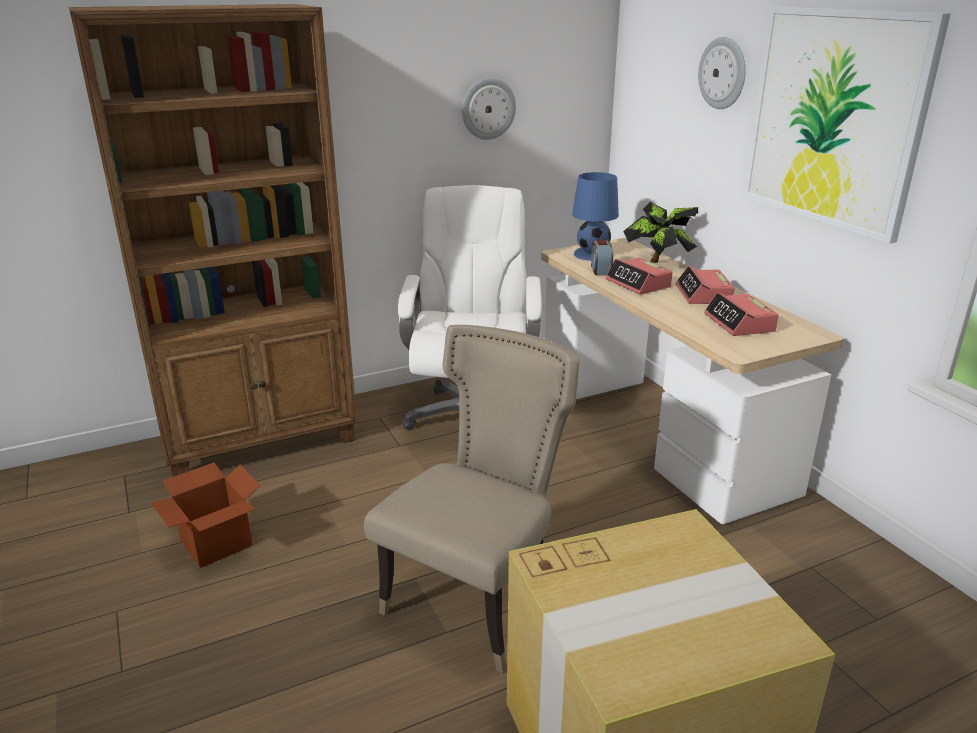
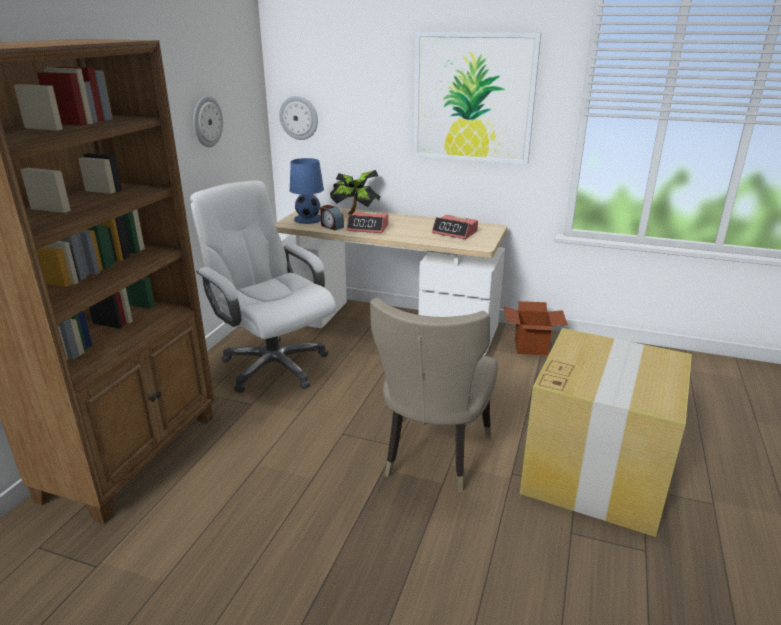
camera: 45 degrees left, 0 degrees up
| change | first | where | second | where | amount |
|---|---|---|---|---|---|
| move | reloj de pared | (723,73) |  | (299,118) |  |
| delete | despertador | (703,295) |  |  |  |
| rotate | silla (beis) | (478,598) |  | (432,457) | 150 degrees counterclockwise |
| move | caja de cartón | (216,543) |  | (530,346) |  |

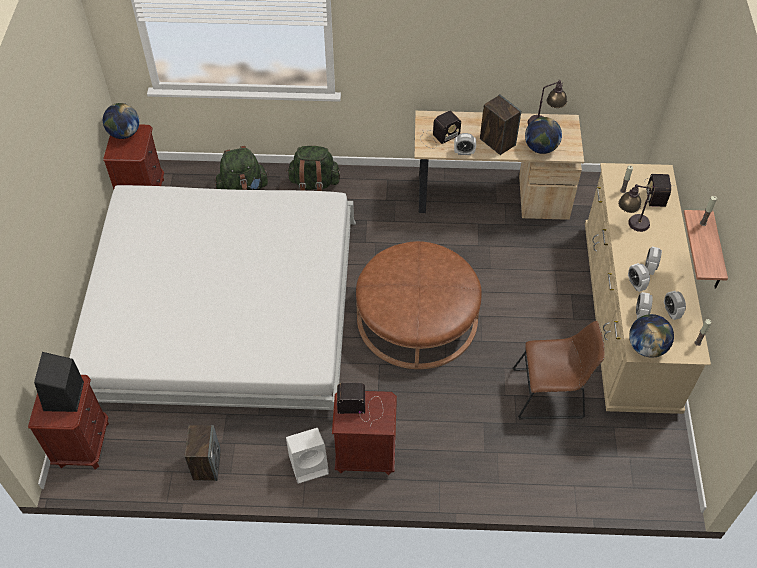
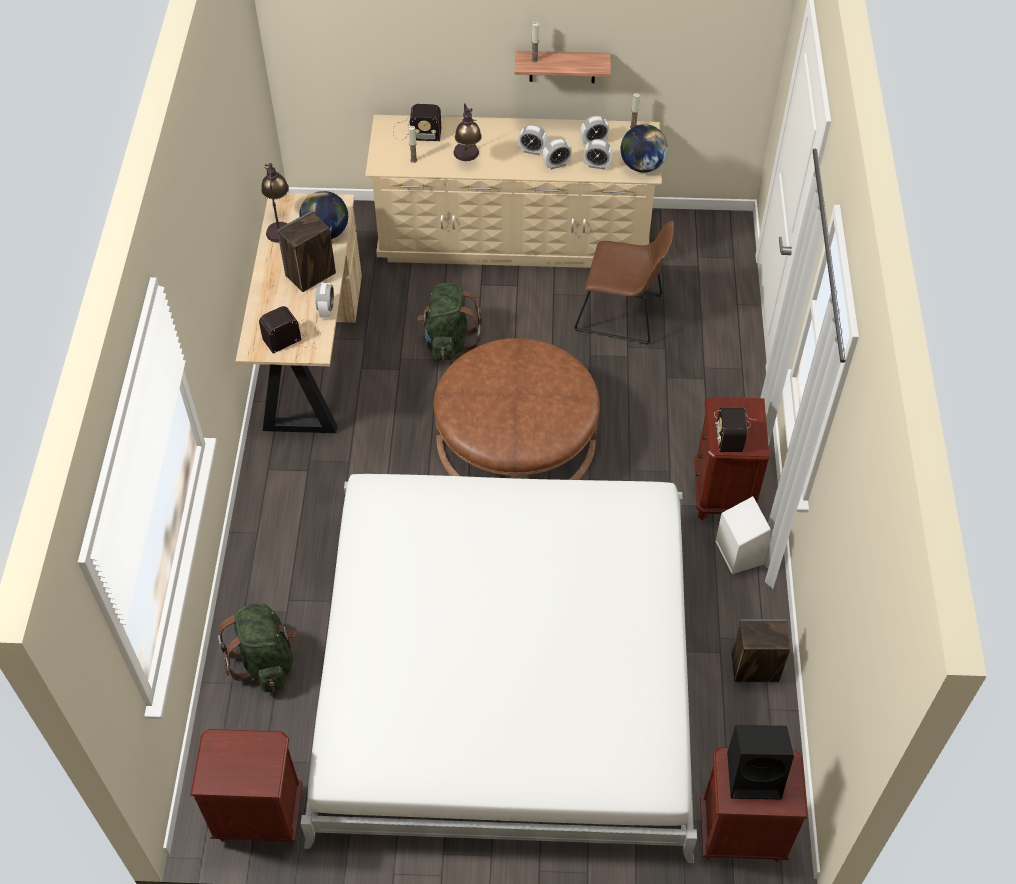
camera: 90 degrees left, 0 degrees up
| change | first | where | second | where | amount |
|---|---|---|---|---|---|
| delete | globo terráqueo | (124,133) |  |  |  |
| rotate | radio | (438,137) |  | (294,336) | 90 degrees counterclockwise |
| move | mochila (verde) | (314,184) |  | (448,341) |  |
| rotate | silla (marrón) | (551,393) |  | (623,314) | 105 degrees clockwise |

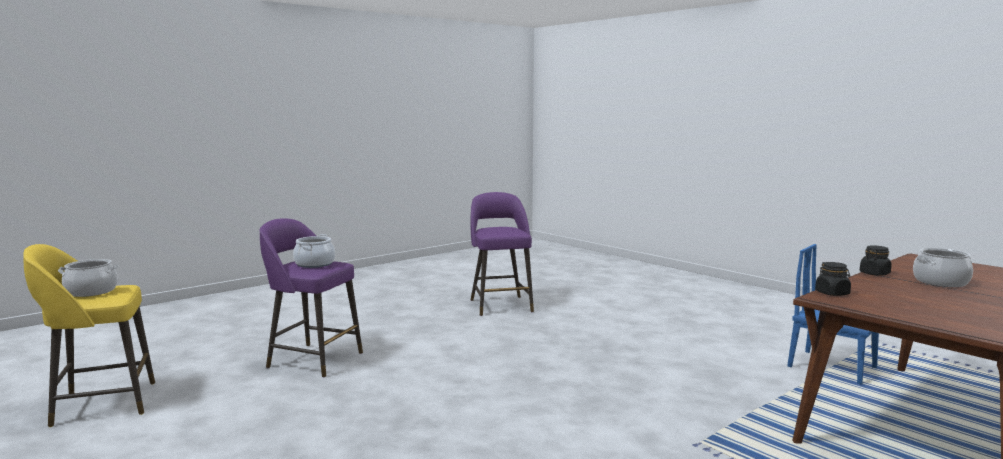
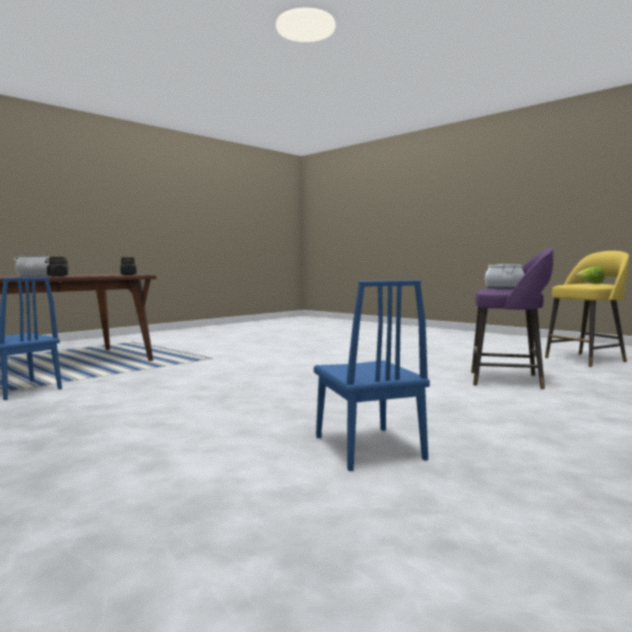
camera: 175 degrees right, 5 degrees down
| change | first | where | second | where | amount |
|---|---|---|---|---|---|
| replace | taburete (morado) | (500,305) | silla (azul) | (368,447) |  |
| replace | olla | (91,291) | lechuga | (590,283) |  |

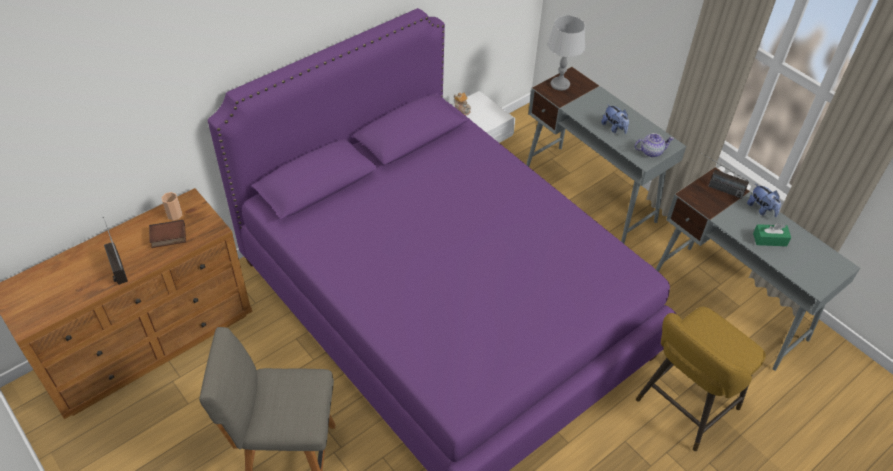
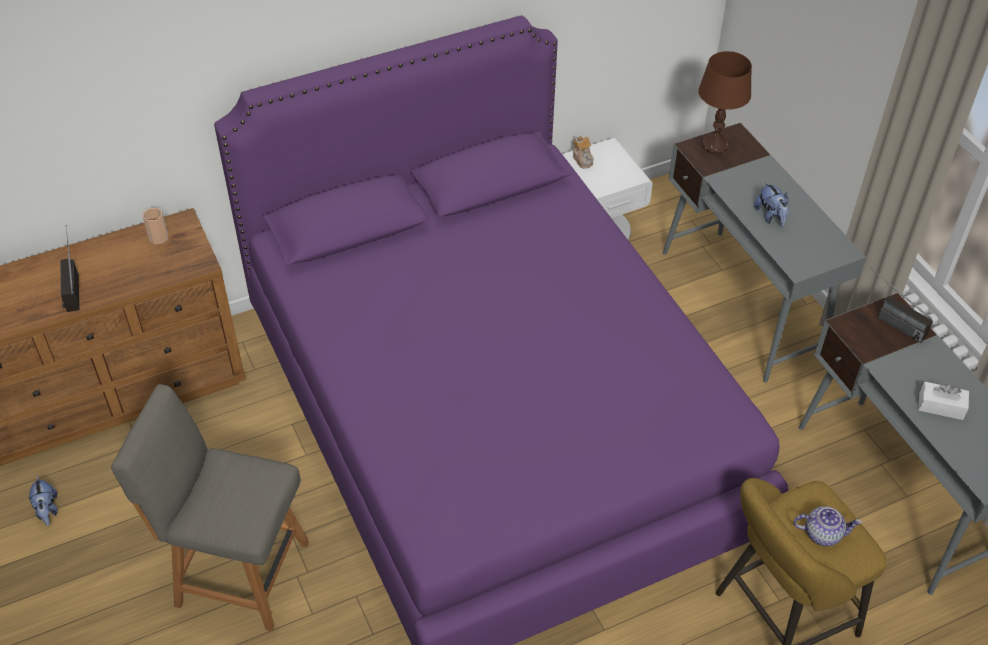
camera: 15 degrees right, 0 degrees up
| change | first | where | second | where | amount |
|---|---|---|---|---|---|
| recolor | lámpara de mesa (gris) | (559,84) | lámpara de mesa (marrón) | (714,144) |  |
| move | tetera | (651,151) |  | (823,533) |  |
| move | peluche | (761,209) |  | (47,510) |  |
| delete | libro | (168,237) |  |  |  |
| recolor | caja de pañuelos (verde) | (769,239) | caja de pañuelos (blanco) | (940,406) |  |

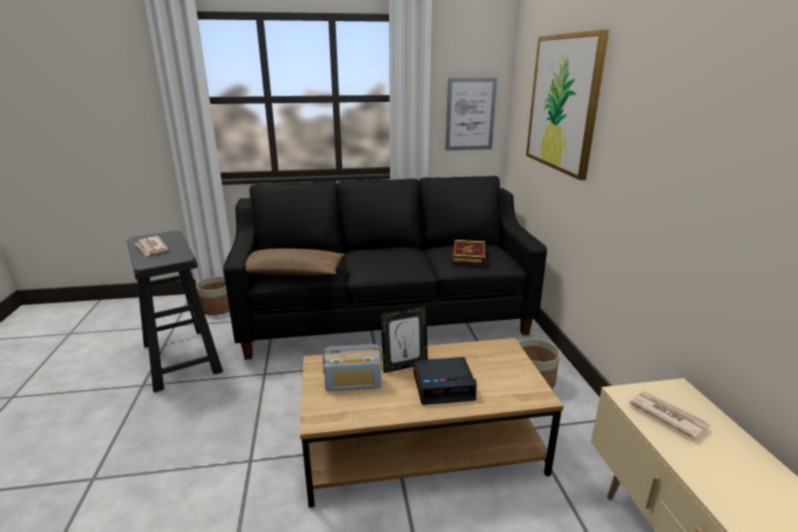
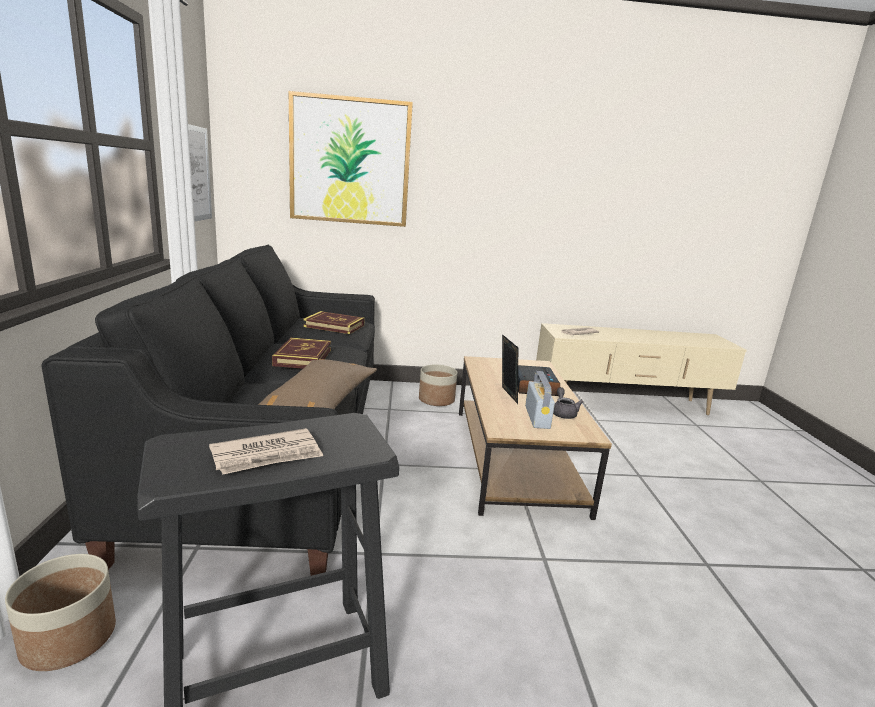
camera: 85 degrees left, 5 degrees down
| change | first | where | second | where | amount |
|---|---|---|---|---|---|
| insert |  |  | libro | (303,357) |  |
| insert |  |  | tetera (gris) | (563,413) |  |

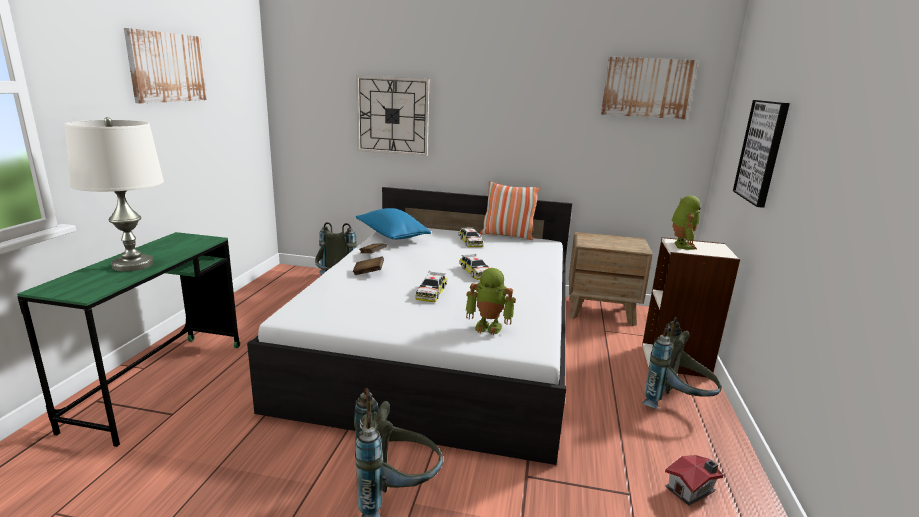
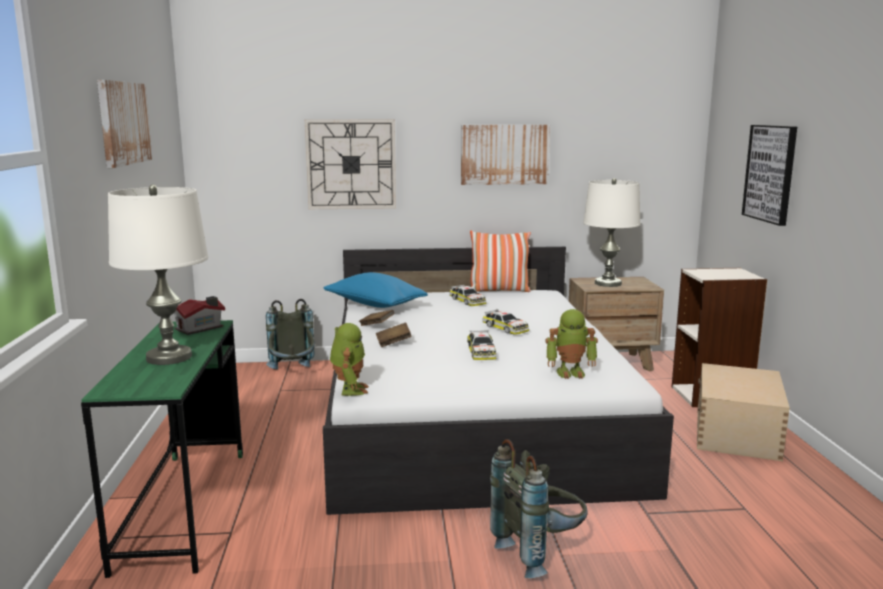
camera: 15 degrees left, 5 degrees down
| change | first | where | second | where | amount |
|---|---|---|---|---|---|
| move | cuadro | (647,88) |  | (504,154) |  |
| move | robot de juguete | (681,245) |  | (349,390) |  |
| replace | mochila (gris) | (676,405) | caja de almacenaje (beis) | (737,433) |  |
| move | casita | (692,490) |  | (200,328) |  |
| insert |  |  | lámpara de mesa (blanco) | (608,283) |  |

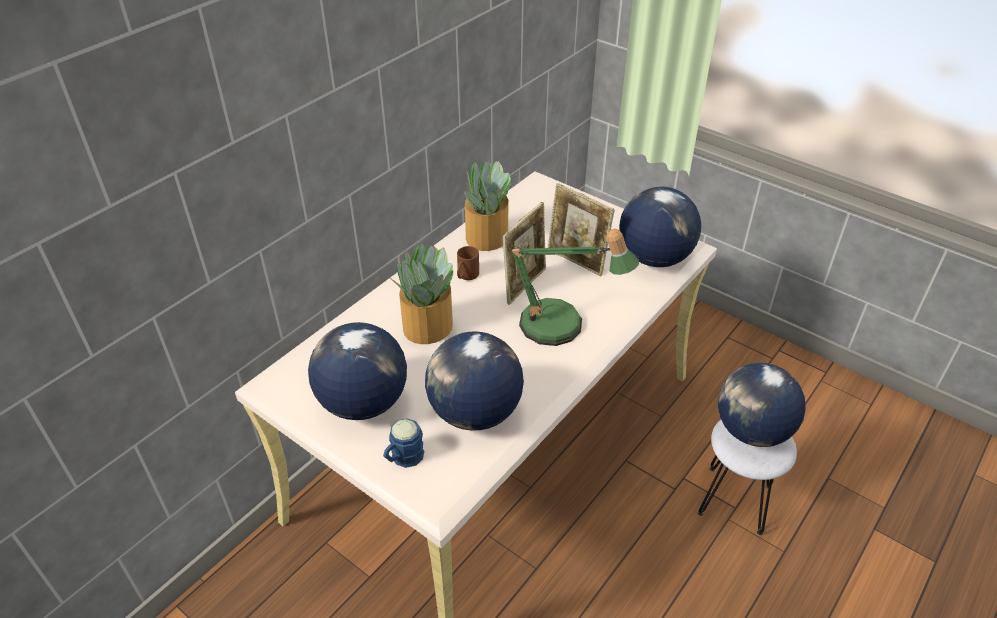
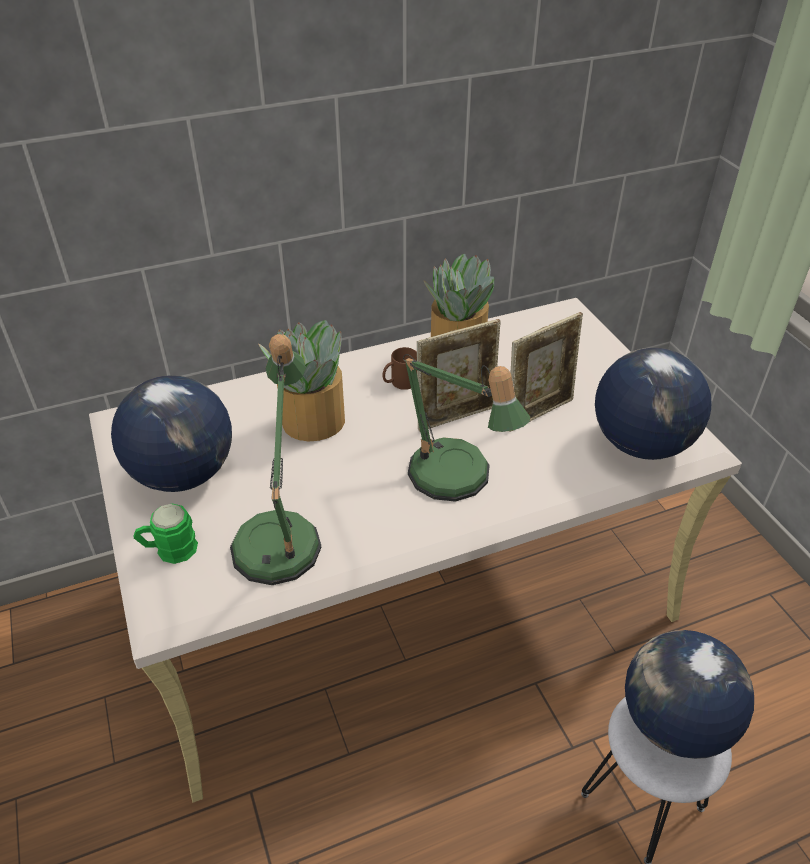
camera: 30 degrees right, 0 degrees up
| change | first | where | second | where | amount |
|---|---|---|---|---|---|
| rotate | portarretratos | (576,261) |  | (539,412) | 105 degrees counterclockwise |
| replace | globo terráqueo | (474,413) | lámpara de mesa | (281,535) |  |
| recolor | taza grande (azul) | (403,458) | taza grande (verde) | (169,550) |  |

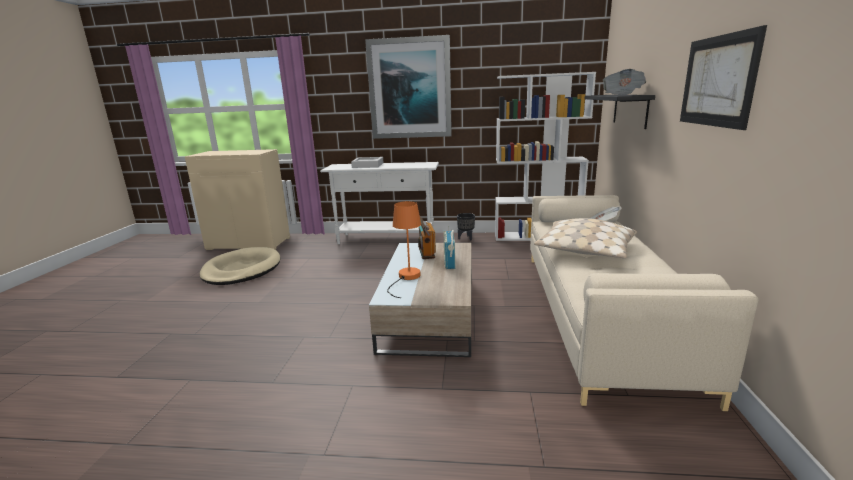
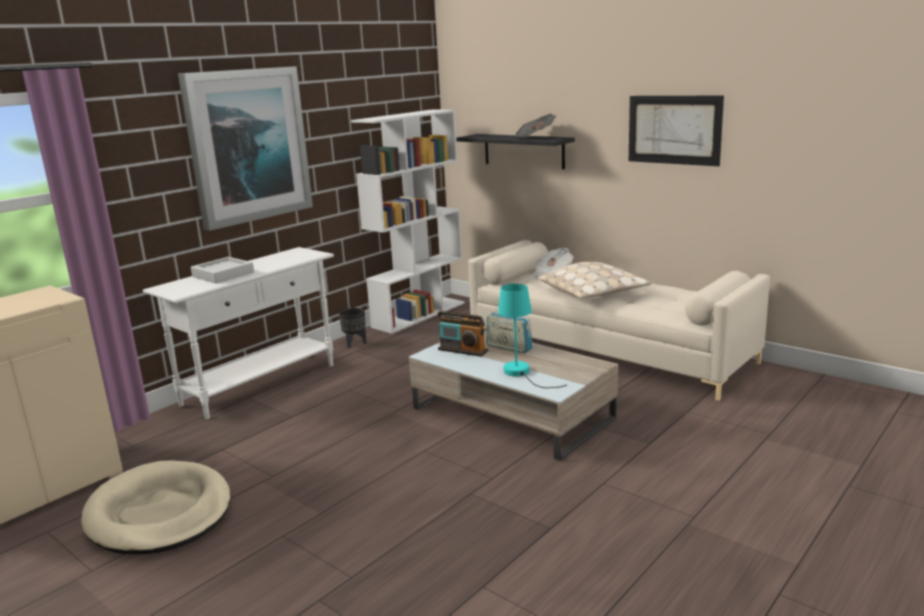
camera: 55 degrees left, 0 degrees up
| change | first | where | second | where | amount |
|---|---|---|---|---|---|
| recolor | lámpara de mesa (naranja) | (406,278) | lámpara de mesa (turquesa) | (521,373) |  |

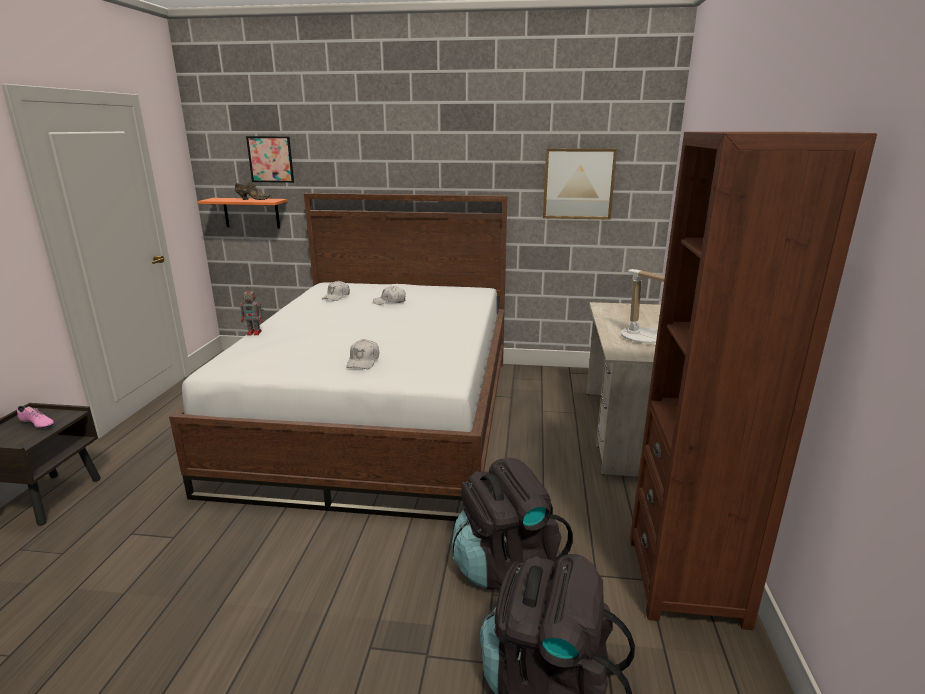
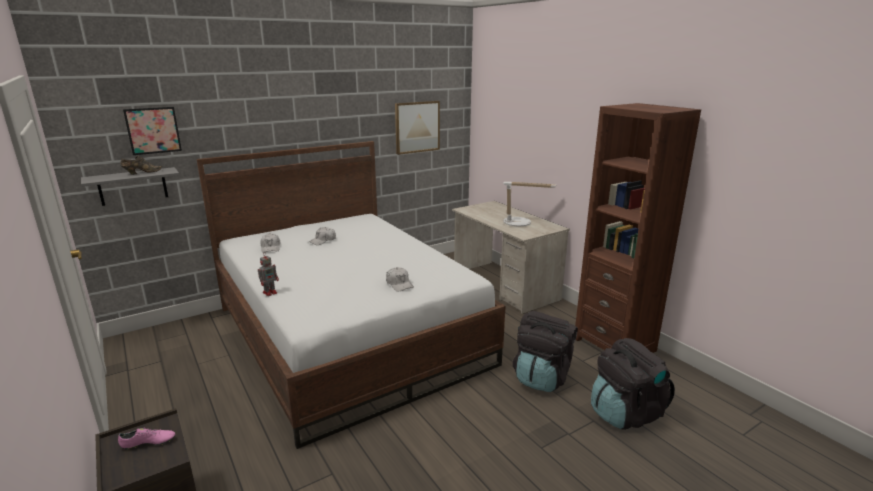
camera: 40 degrees left, 0 degrees up
| change | first | where | second | where | amount |
|---|---|---|---|---|---|
| recolor | estante (naranja) | (251,213) | estante (gris) | (133,186) |  |

